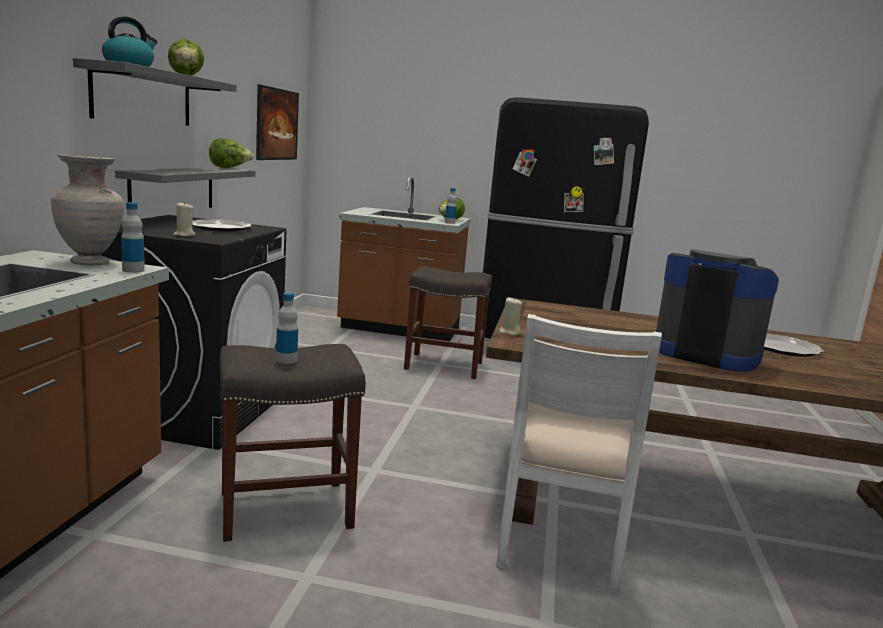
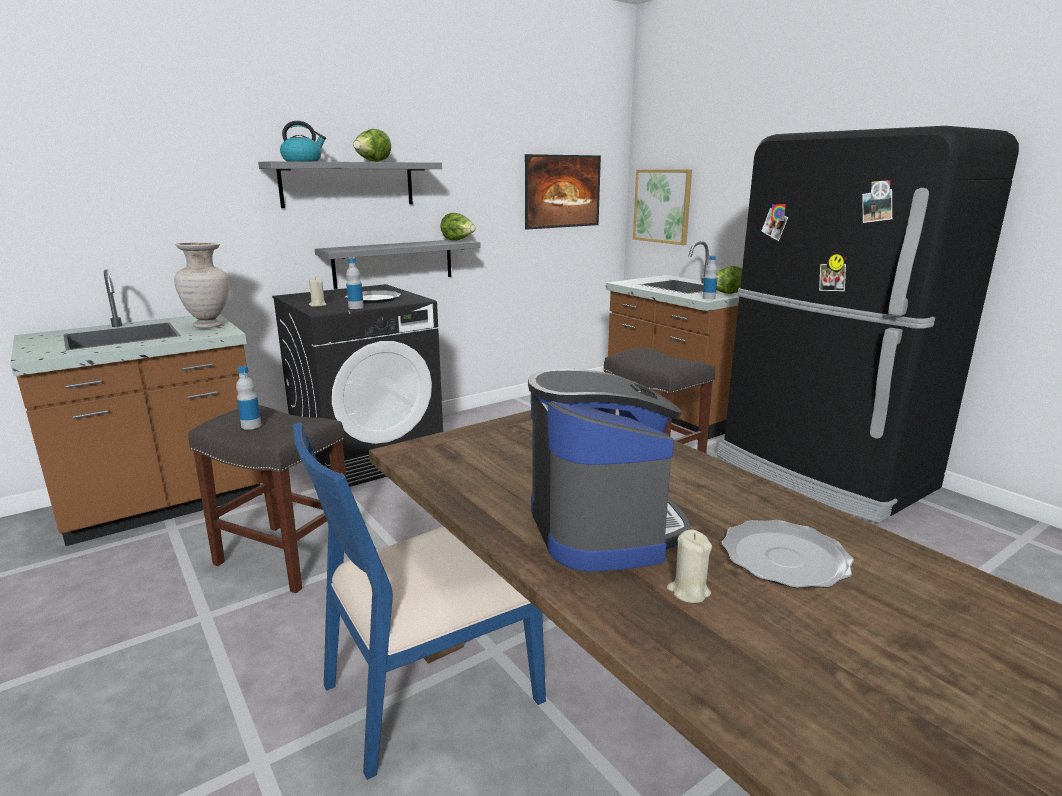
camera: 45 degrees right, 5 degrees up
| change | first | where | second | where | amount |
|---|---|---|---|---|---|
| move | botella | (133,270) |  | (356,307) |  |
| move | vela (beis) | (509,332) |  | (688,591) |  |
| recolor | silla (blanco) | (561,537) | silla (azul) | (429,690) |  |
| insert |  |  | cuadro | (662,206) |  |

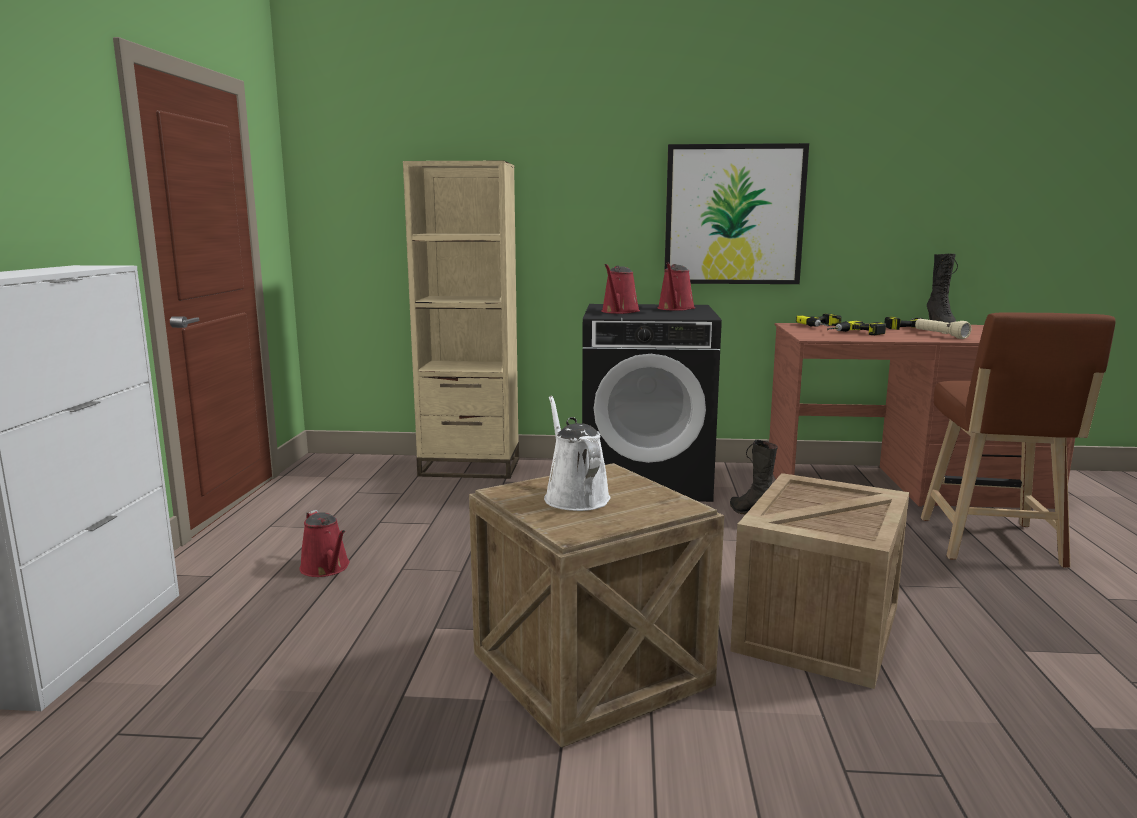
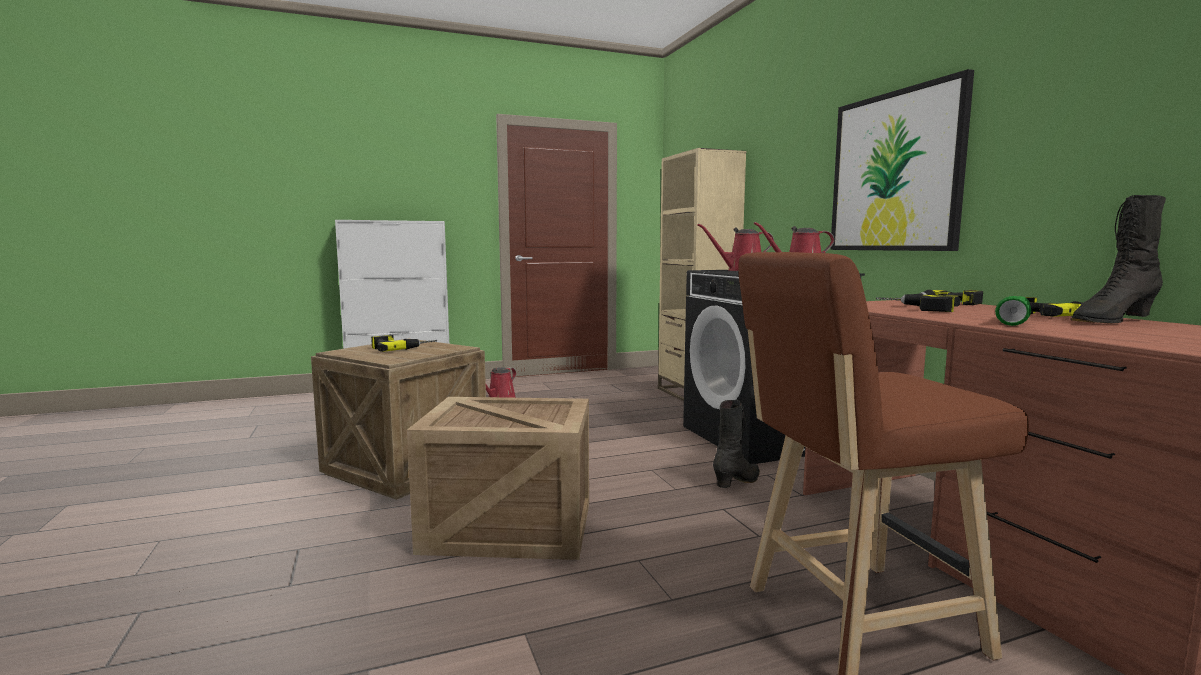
camera: 65 degrees right, 5 degrees down
| change | first | where | second | where | amount |
|---|---|---|---|---|---|
| recolor | linterna (beis) | (940,335) | linterna (verde) | (1014,321) |  |
| replace | regadera (blanco) | (574,497) | taladro | (402,347) |  |

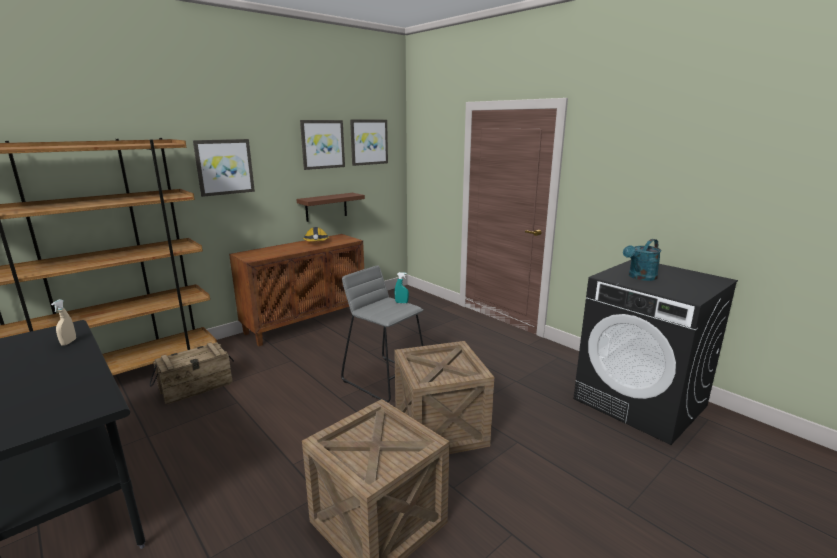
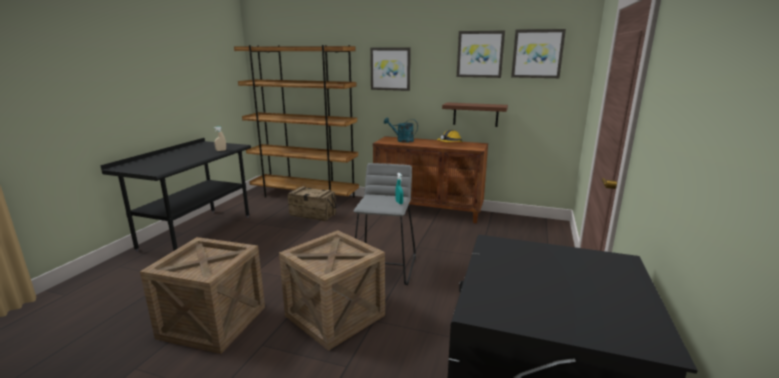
camera: 60 degrees right, 0 degrees up
| change | first | where | second | where | amount |
|---|---|---|---|---|---|
| move | regadera (turquesa) | (640,277) |  | (402,140) |  |

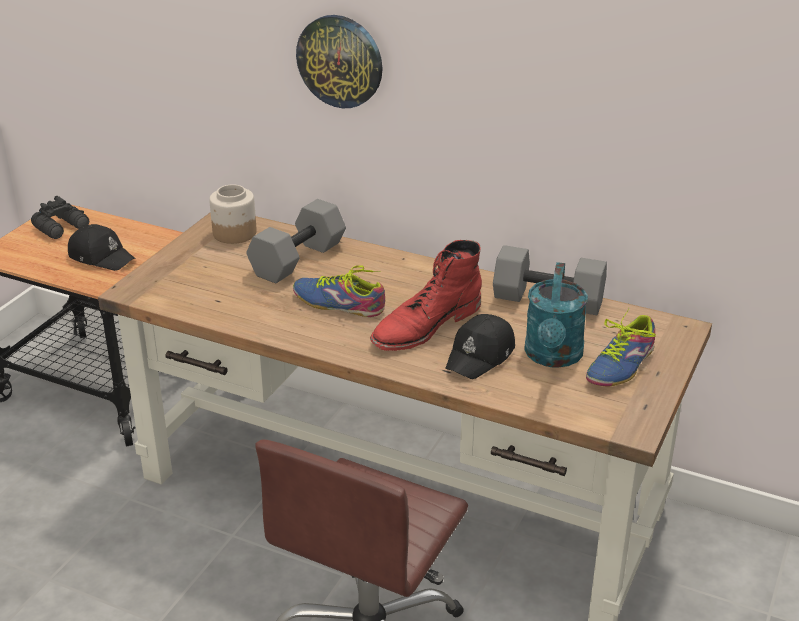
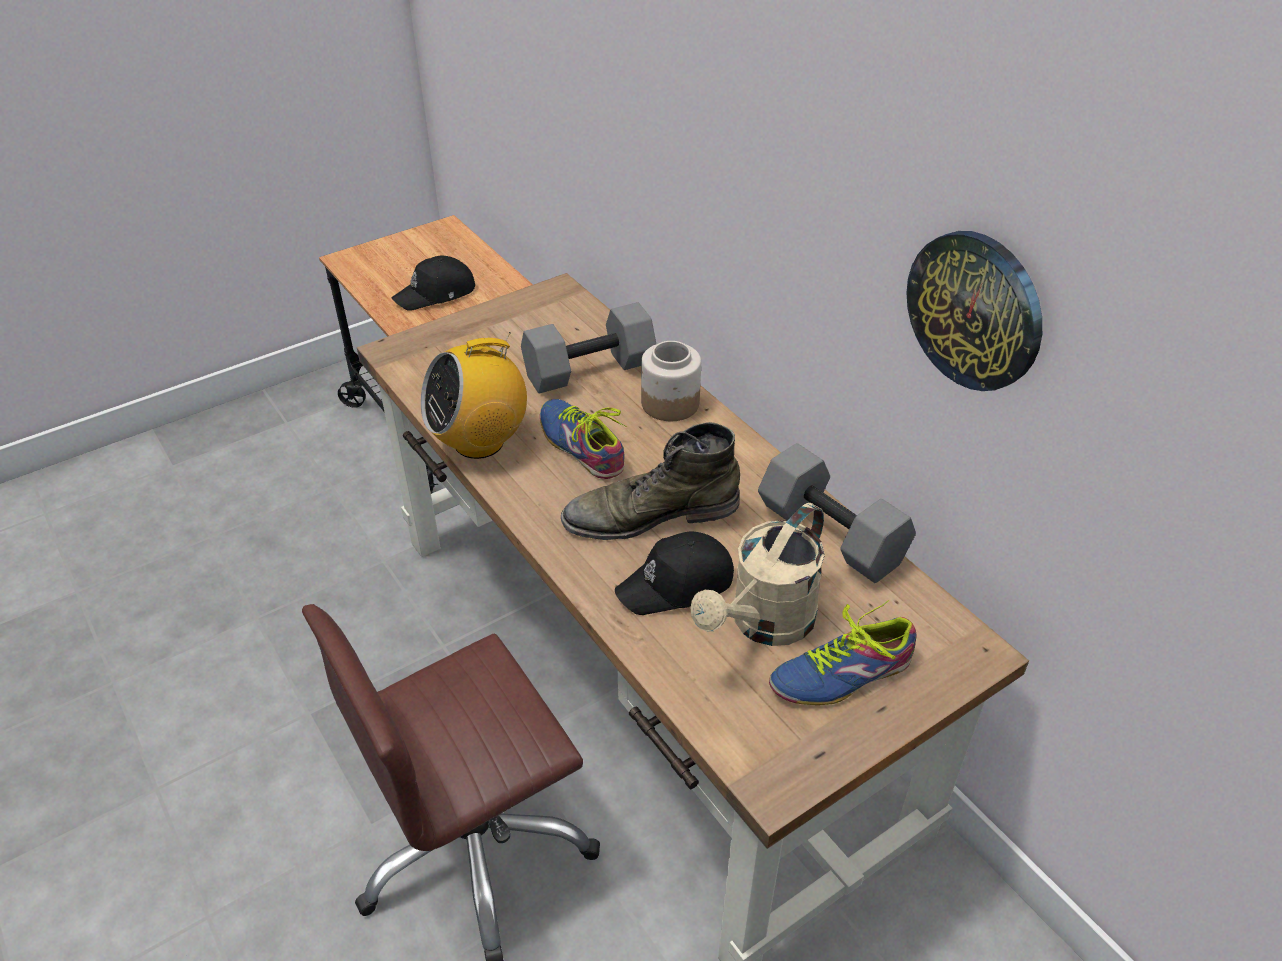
camera: 30 degrees right, 10 degrees up
| change | first | where | second | where | amount |
|---|---|---|---|---|---|
| move | reloj de pared | (340,61) |  | (975,310) |  |
| move | tarro | (234,233) |  | (669,403) |  |
| delete | prismáticos (negro) | (63,228) |  |  |  |
| rotate | gorra (negro) | (101,256) |  | (436,294) | 90 degrees clockwise |
| recolor | bota (rojo) | (425,326) | bota (verde) | (650,514) |  |
| recolor | regadera (turquesa) | (553,357) | regadera (beis) | (764,624) |  |
| insert |  |  | radio | (480,442) |  |

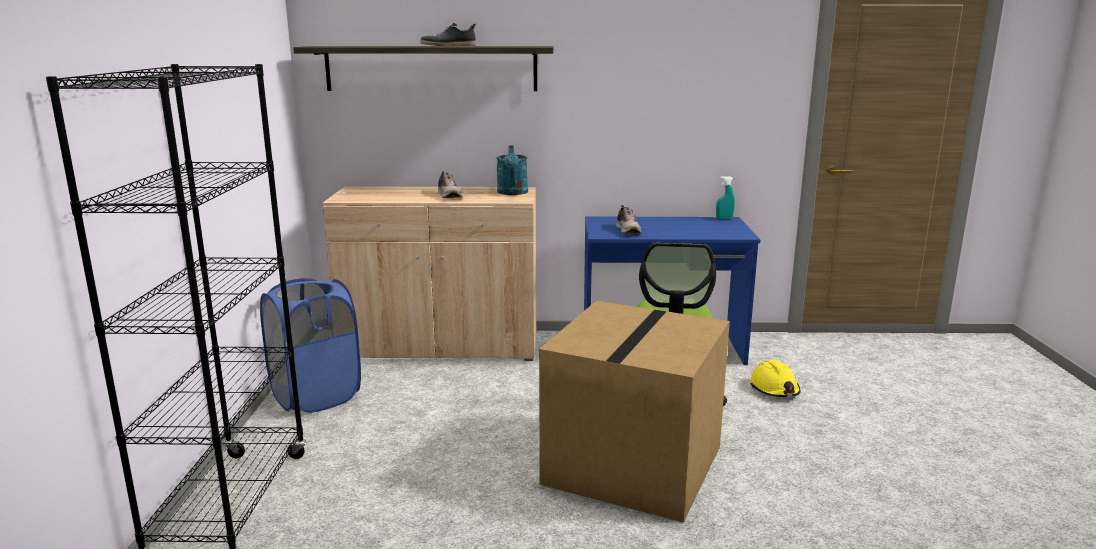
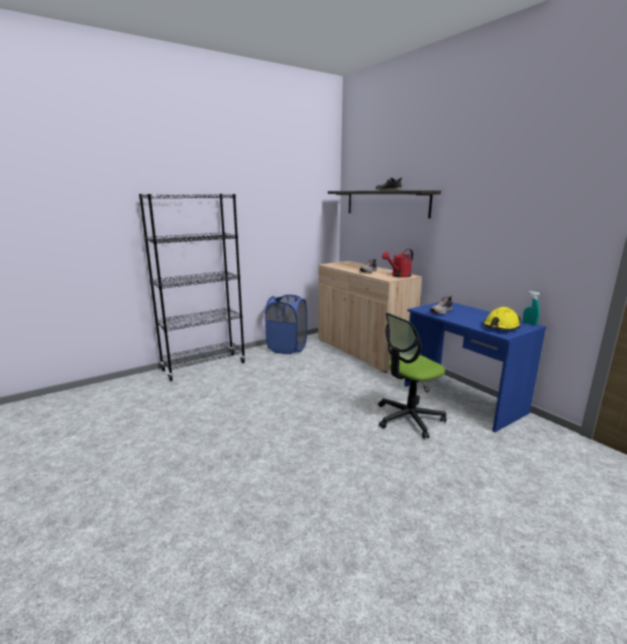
camera: 55 degrees right, 0 degrees up
| change | first | where | second | where | amount |
|---|---|---|---|---|---|
| recolor | regadera (turquesa) | (513,193) | regadera (rojo) | (399,276) |  |
| delete | caja de cartón | (632,463) |  |  |  |
| move | casco (amarillo) | (774,389) |  | (500,327) |  |

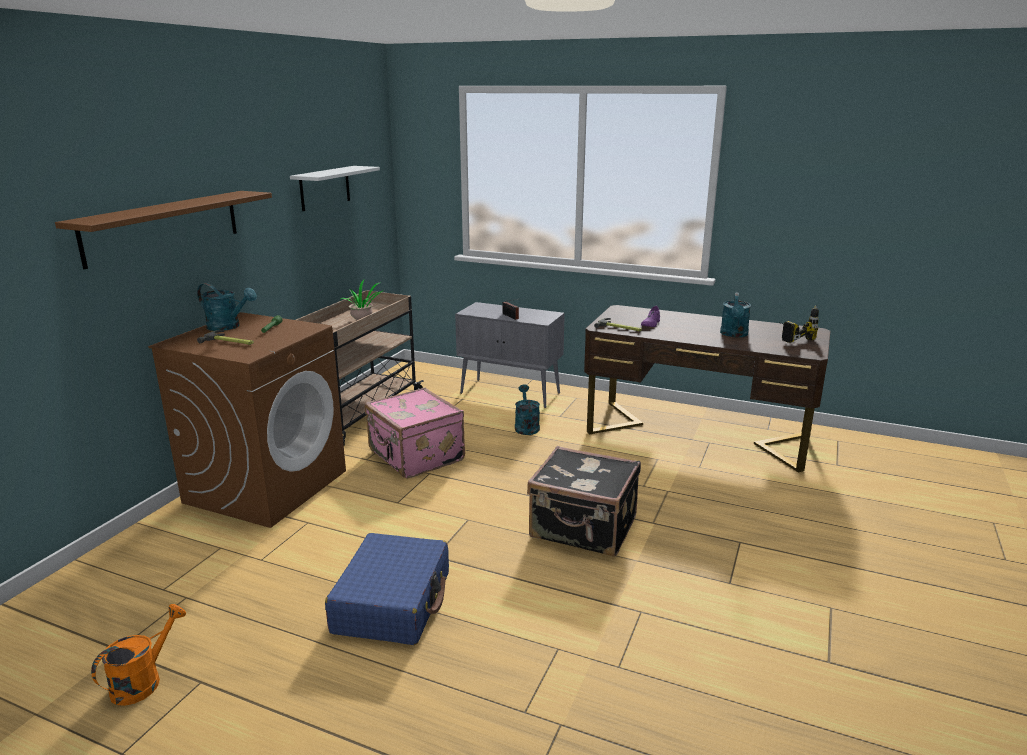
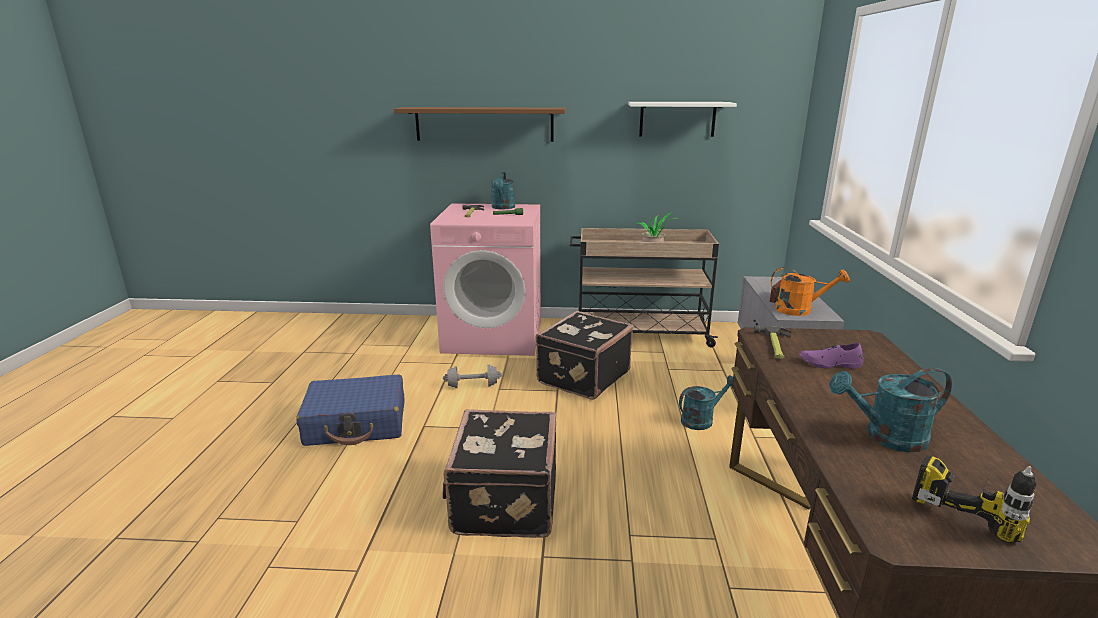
camera: 70 degrees right, 0 degrees up
| change | first | where | second | where | amount |
|---|---|---|---|---|---|
| recolor | lavadora (marrón) | (267,486) | lavadora (rosa) | (494,336) |  |
| recolor | maleta (rosa) | (415,456) | maleta (negro) | (582,377) |  |
| move | regadera (naranja) | (143,681) |  | (800,310) |  |
| insert |  |  | mancuerna (gris) | (473,386) |  |

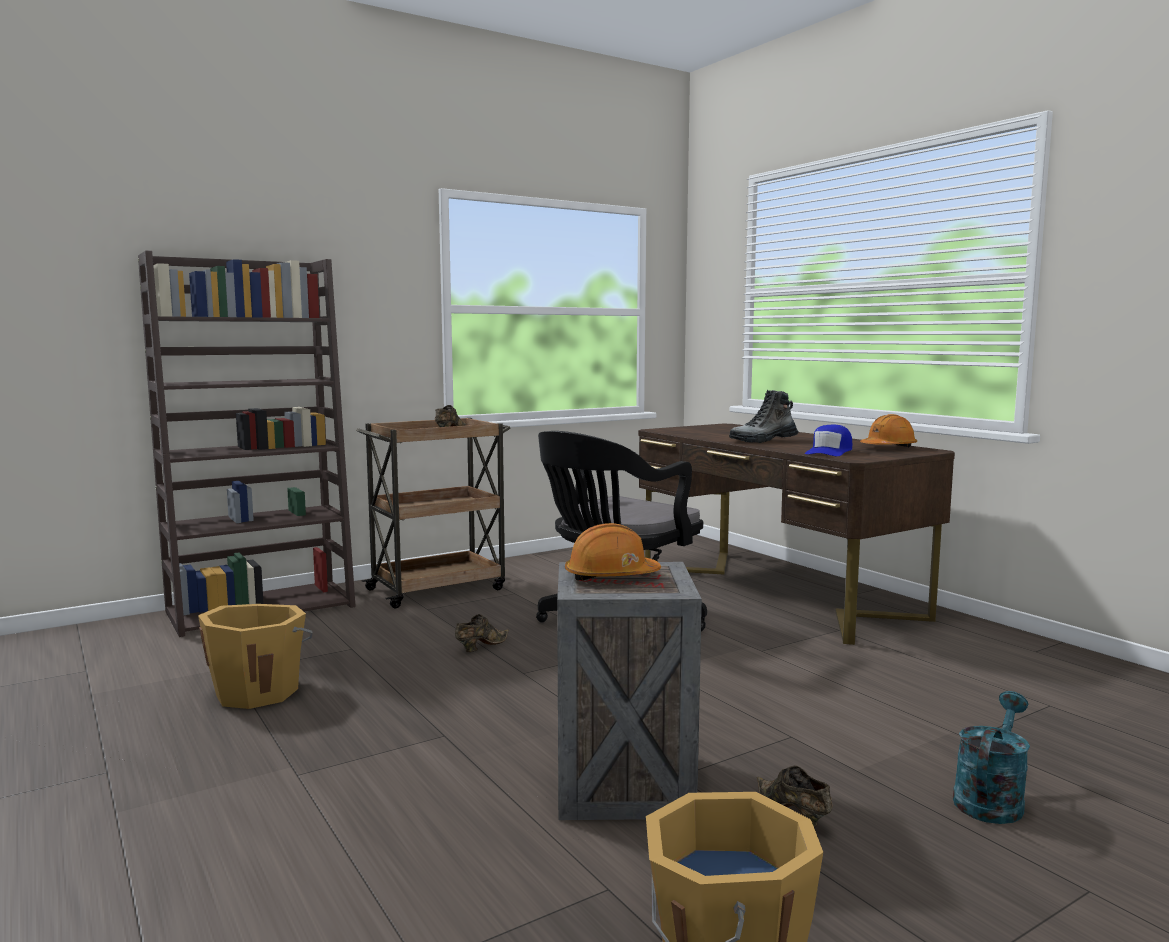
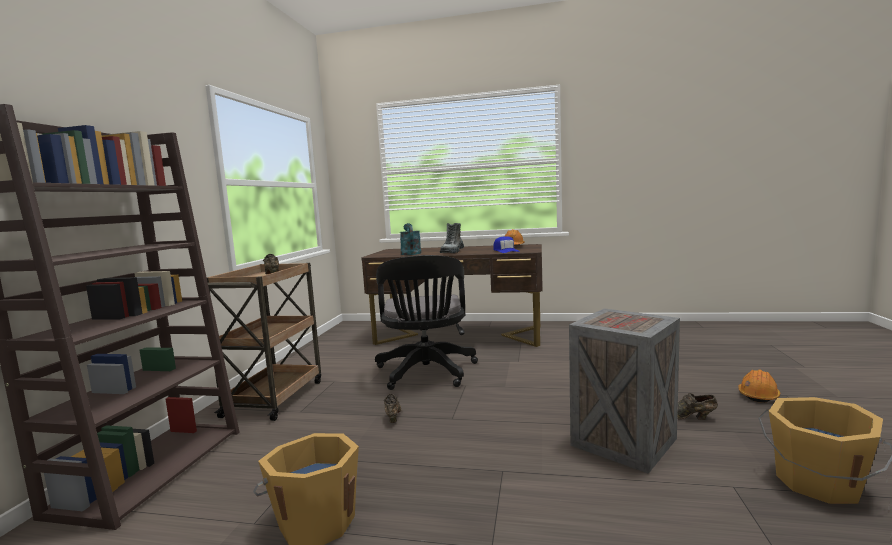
camera: 45 degrees left, 0 degrees up
| change | first | where | second | where | amount |
|---|---|---|---|---|---|
| move | casco (naranja) | (611,576) |  | (758,395) |  |
| move | regadera (turquesa) | (990,798) |  | (410,253) |  |

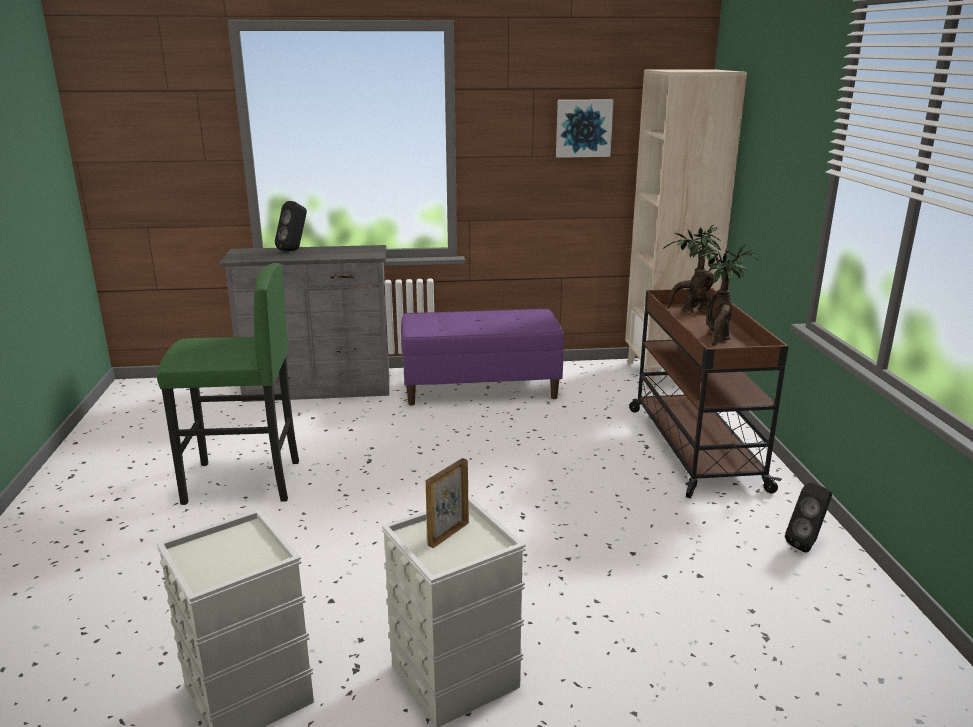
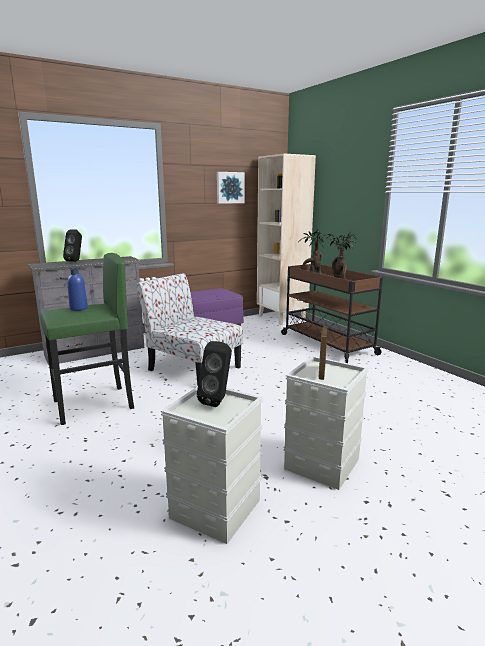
camera: 25 degrees left, 5 degrees down
| change | first | where | second | where | amount |
|---|---|---|---|---|---|
| move | altavoz (negro) | (807,544) |  | (218,400) |  |
| insert |  |  | botella (azul) | (79,308) |  |
| insert |  |  | silla | (192,368) |  |

